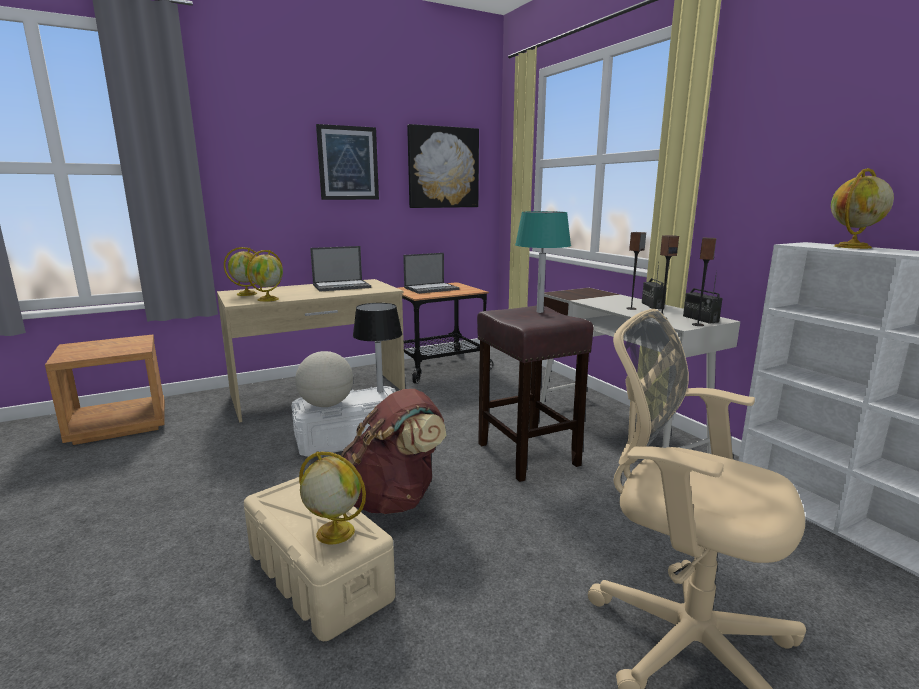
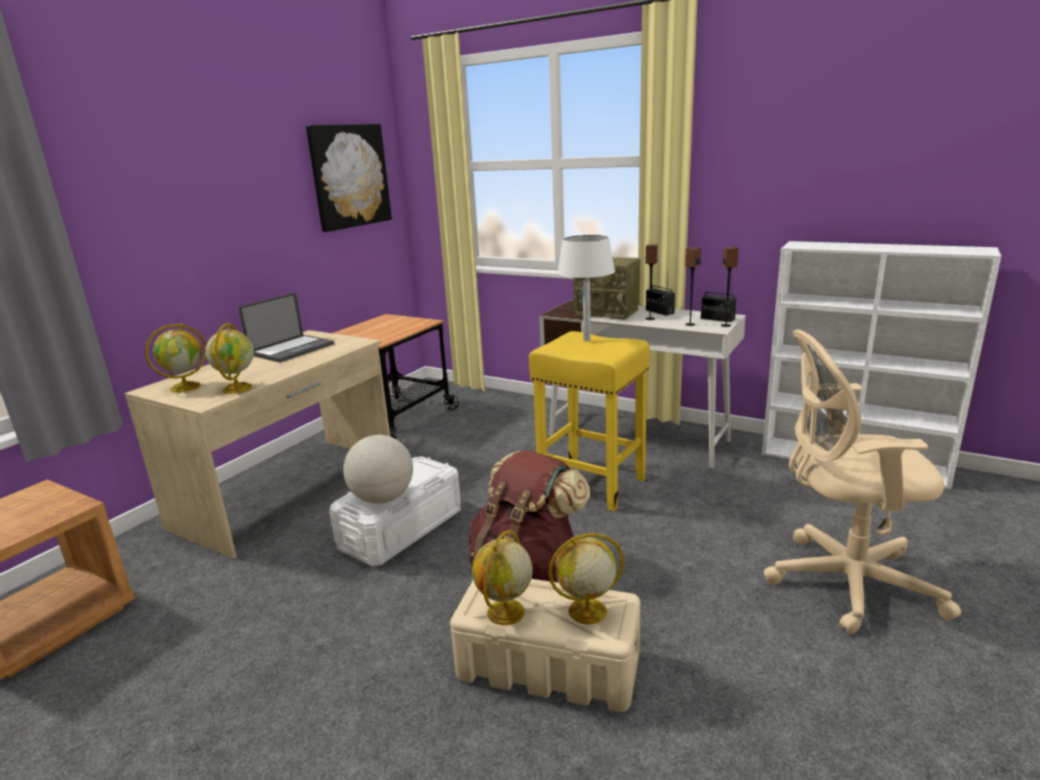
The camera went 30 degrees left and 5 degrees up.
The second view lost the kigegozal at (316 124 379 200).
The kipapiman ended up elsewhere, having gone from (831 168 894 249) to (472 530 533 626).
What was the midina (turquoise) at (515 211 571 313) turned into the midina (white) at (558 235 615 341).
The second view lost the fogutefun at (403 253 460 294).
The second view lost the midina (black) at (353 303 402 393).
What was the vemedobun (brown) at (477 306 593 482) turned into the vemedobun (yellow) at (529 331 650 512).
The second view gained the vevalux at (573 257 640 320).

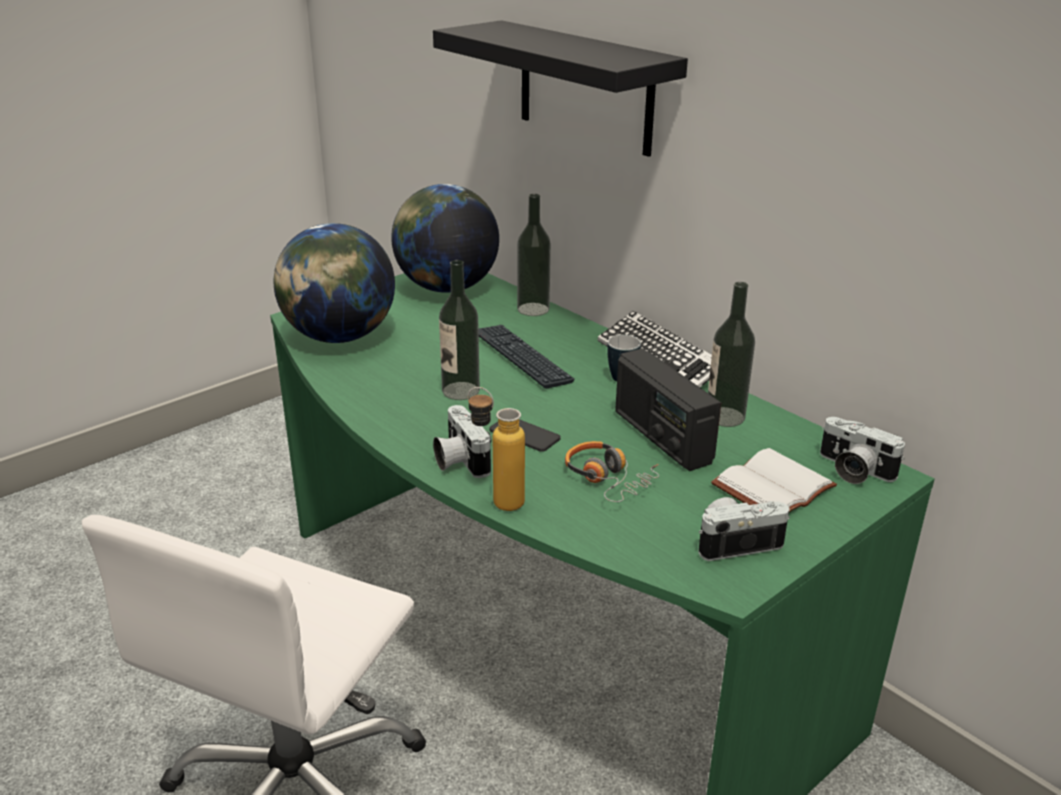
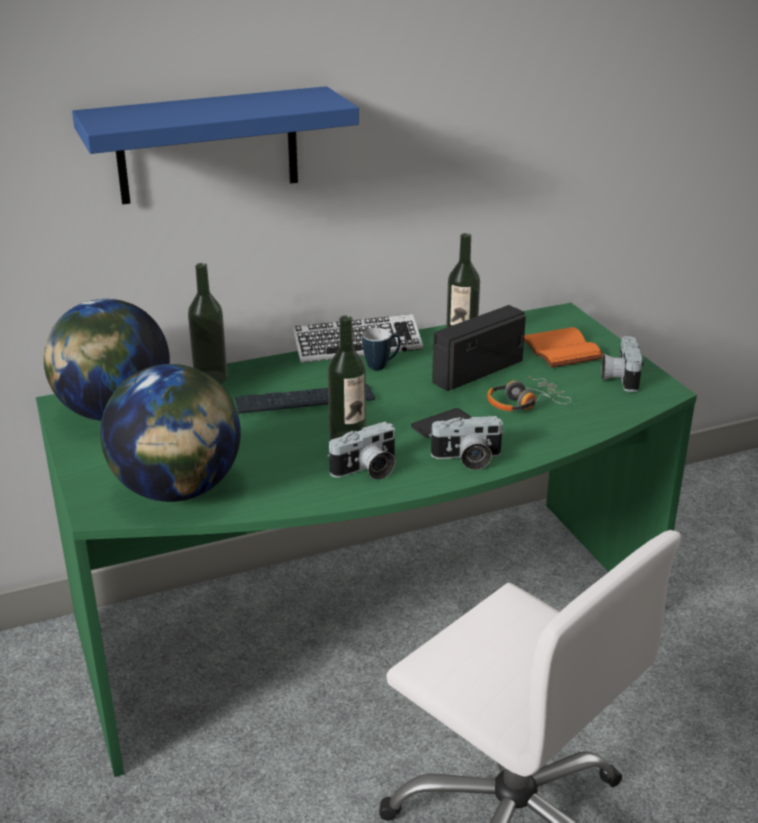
The camera went 70 degrees left and 0 degrees up.
What was the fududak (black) at (433 20 688 157) turned into the fududak (blue) at (72 86 359 204).
The vevalux at (615 348 721 471) ended up facing another way, 150 degrees clockwise from before.
The second view lost the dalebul at (468 387 525 511).
The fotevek ended up elsewhere, having gone from (820 417 905 484) to (327 422 396 480).
What was the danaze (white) at (711 448 837 512) turned into the danaze (orange) at (524 327 603 368).

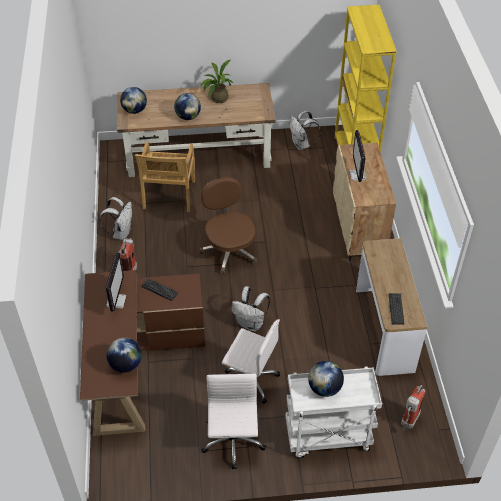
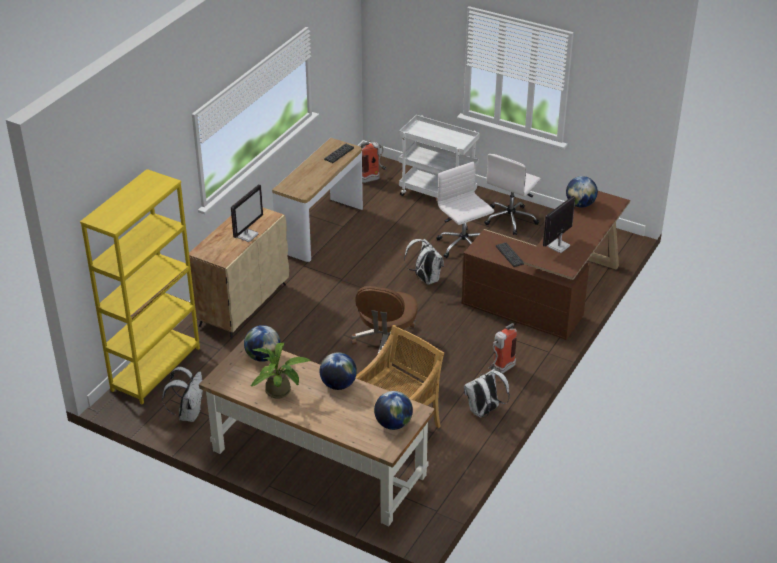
The camera went 145 degrees left and 10 degrees down.
The kipapiman ended up elsewhere, having gone from (308 361 344 397) to (244 325 281 362).

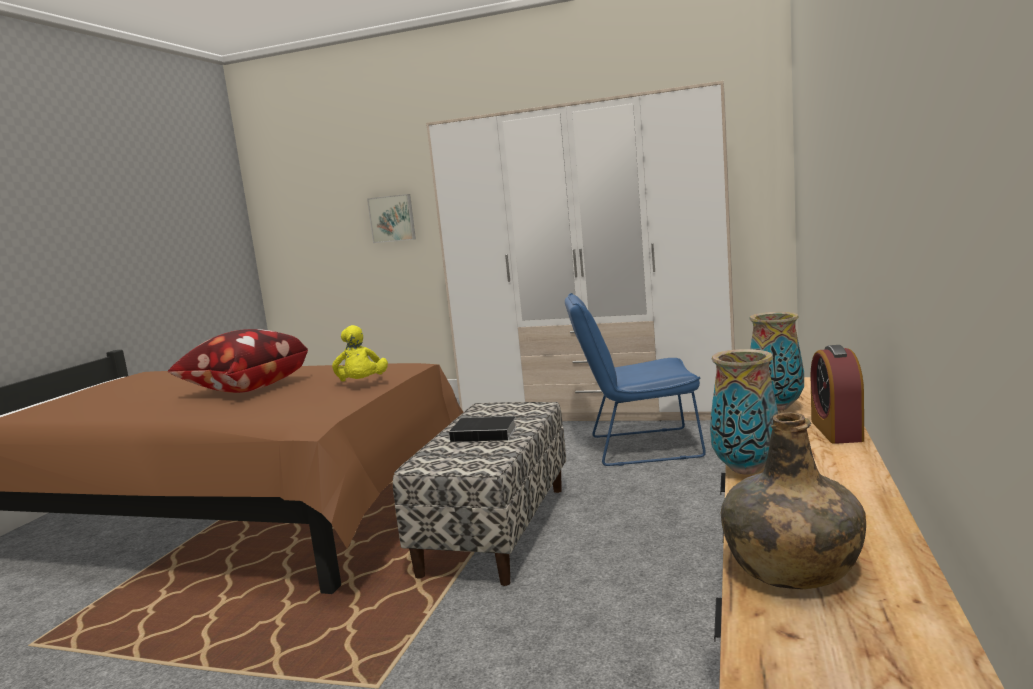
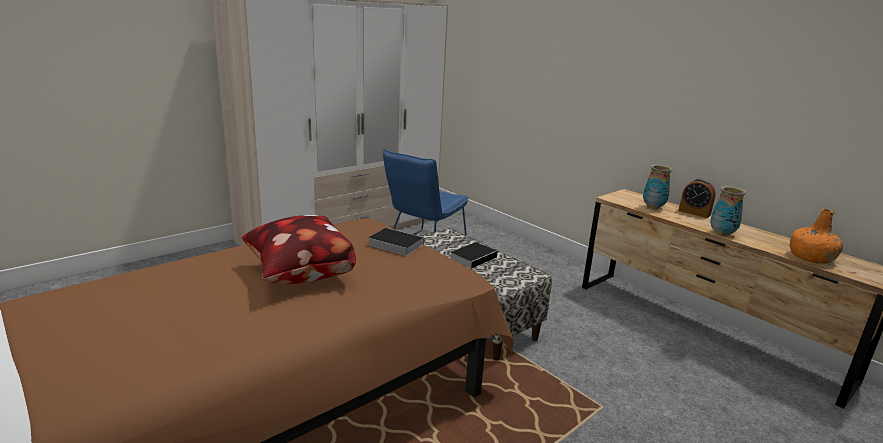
The camera went 60 degrees left and 10 degrees up.
The second view lost the kigegozal at (367 194 416 243).
Where the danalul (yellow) stood at (332 325 388 382), the danaze came to stand at (369 228 424 256).
What was the dalebul (green) at (721 412 866 589) turned into the dalebul (orange) at (790 209 843 264).

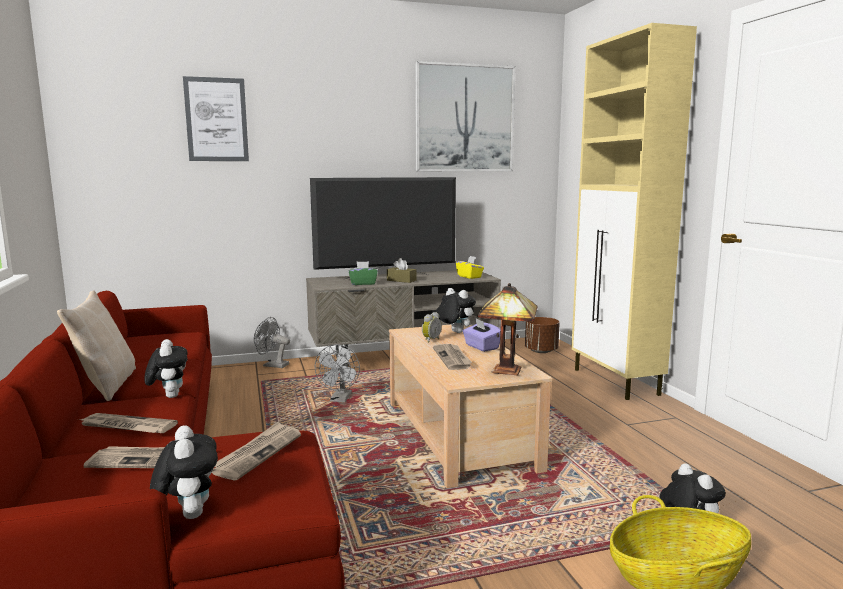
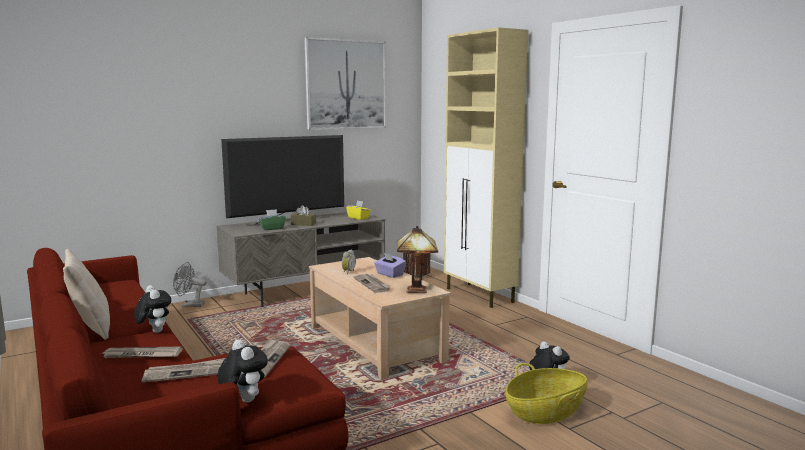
The camera went 15 degrees left and 0 degrees up.
The second view lost the kigegozal at (183 76 249 161).
The second view lost the danalul at (436 288 476 333).
The second view lost the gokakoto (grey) at (315 344 360 402).

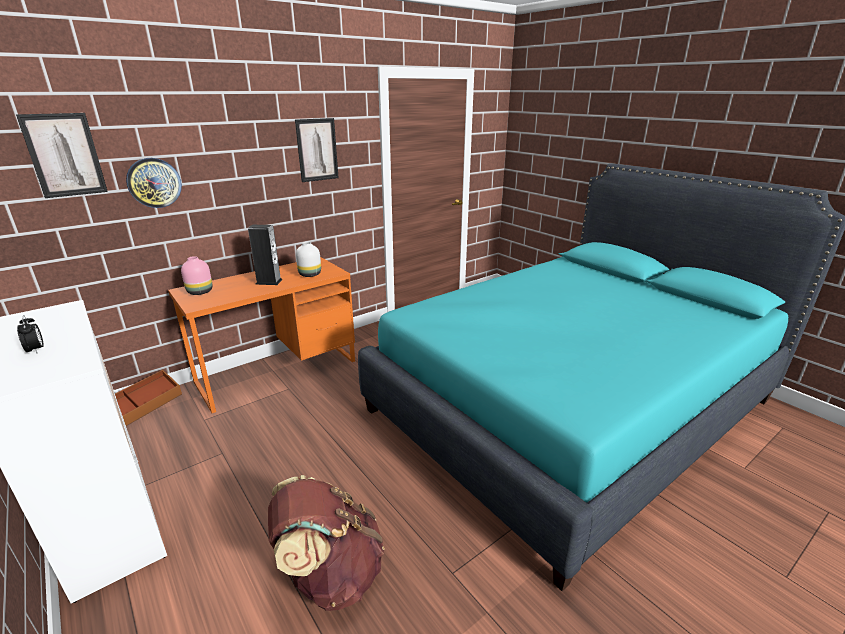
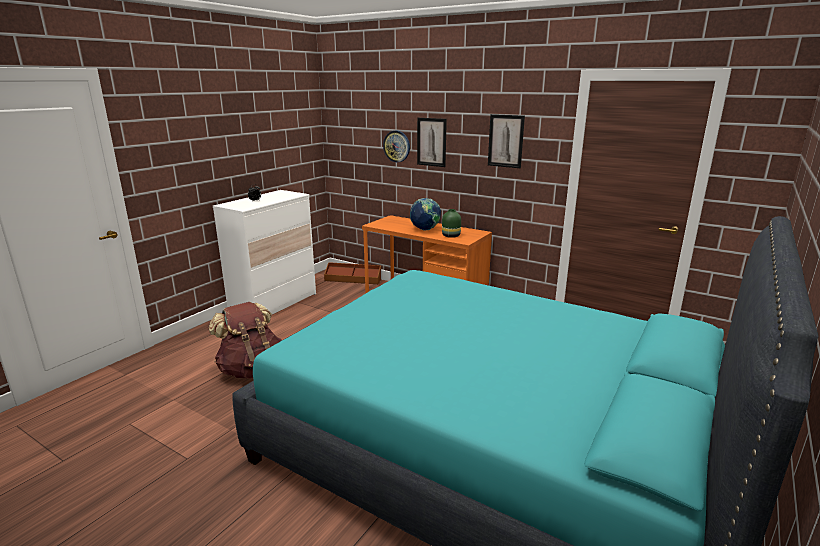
The camera went 70 degrees right and 5 degrees down.
The kigegozal ended up elsewhere, having gone from (16 113 108 198) to (417 118 447 167).
Where the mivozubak stood at (248 225 282 285), the kipapiman came to stand at (410 198 441 230).
What was the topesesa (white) at (296 242 321 277) turned into the topesesa (green) at (442 209 461 238).
The second view lost the topesesa (pink) at (181 256 213 295).

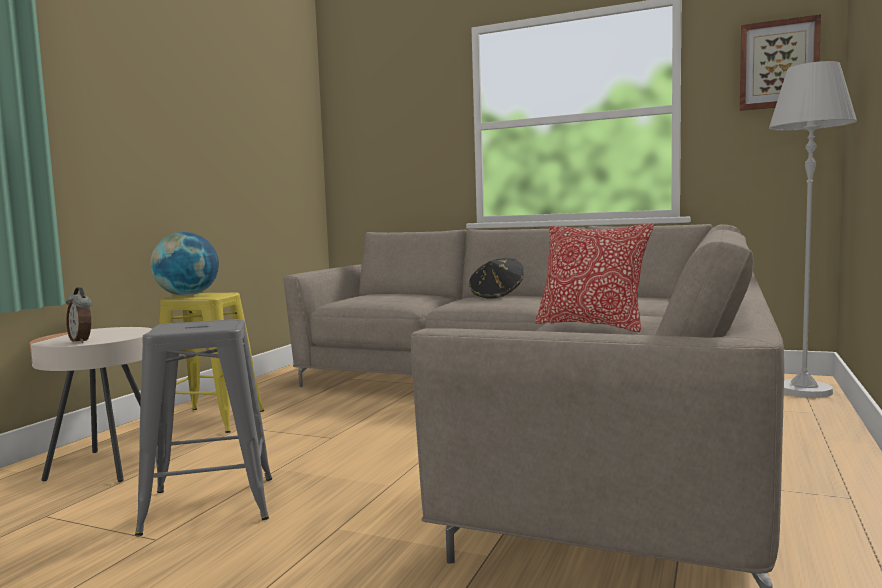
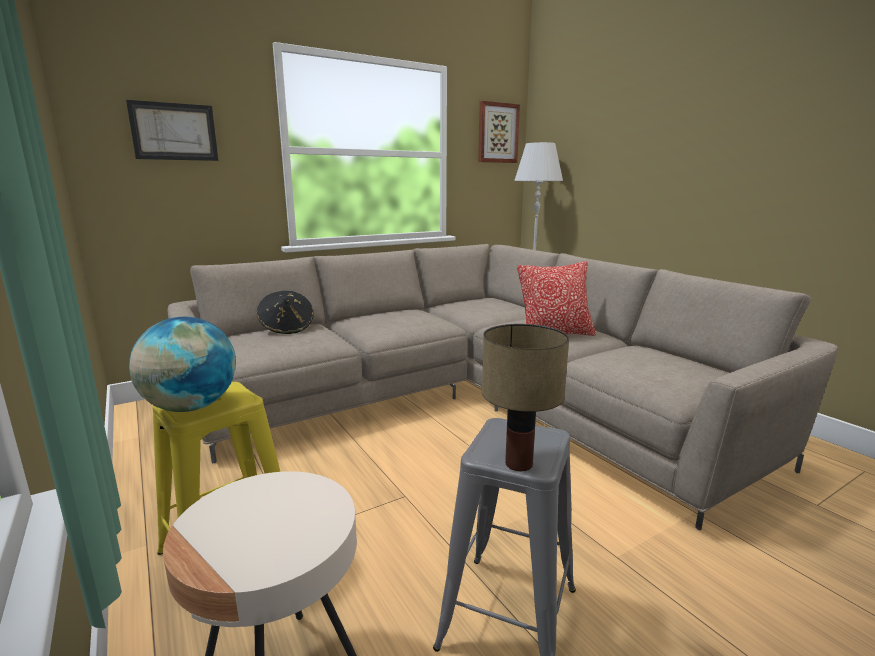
The camera went 55 degrees left and 10 degrees up.
The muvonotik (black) ended up elsewhere, having gone from (469 258 524 298) to (256 291 314 334).
The second view lost the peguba at (66 287 92 343).
The second view gained the kigegozal at (126 100 218 161).
The second view gained the midina at (482 324 569 471).

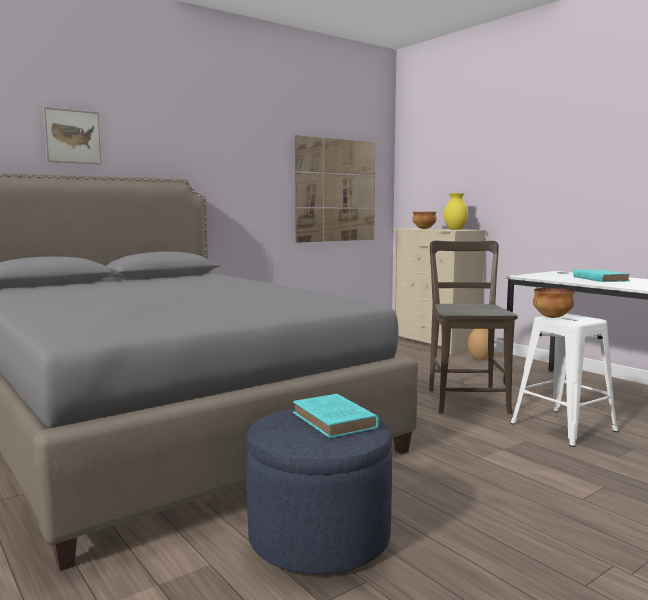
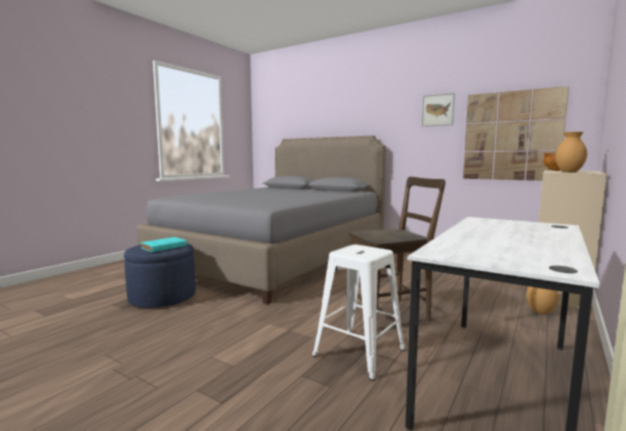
The camera went 70 degrees right and 0 degrees up.
The kigegozal ended up elsewhere, having gone from (43 107 101 164) to (422 93 455 127).
What was the topesesa (yellow) at (444 193 468 230) turned into the topesesa (brown) at (555 132 587 172).
The second view lost the danaze (turquoise) at (573 269 630 282).
The second view lost the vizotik at (533 288 574 318).

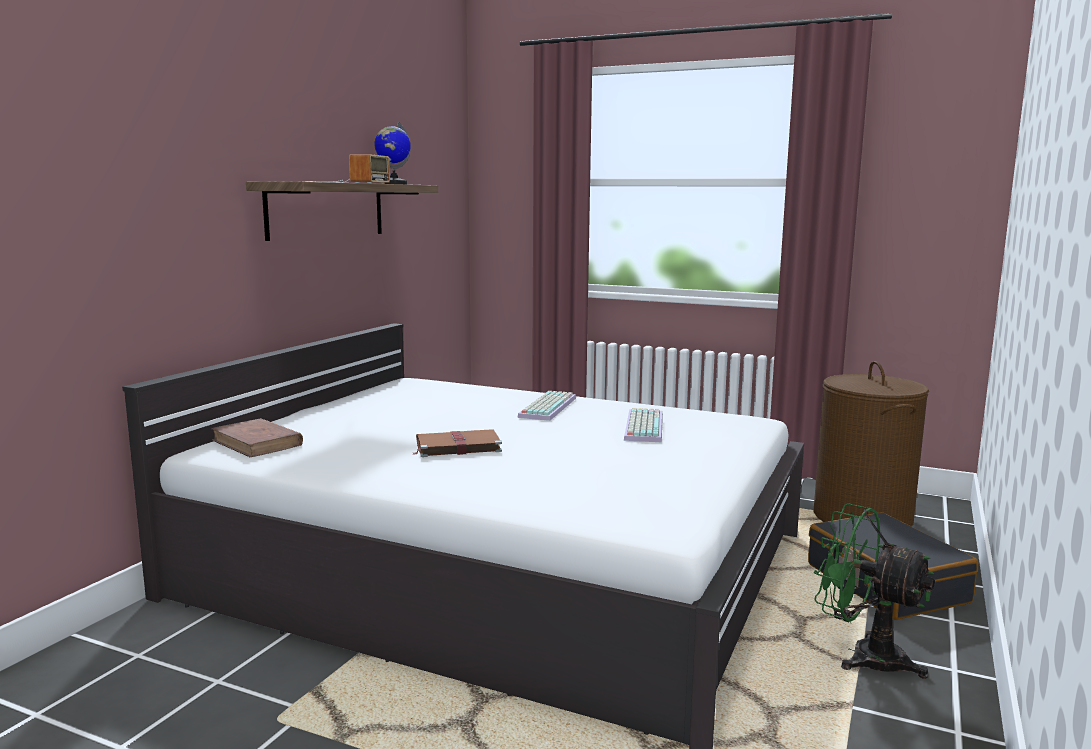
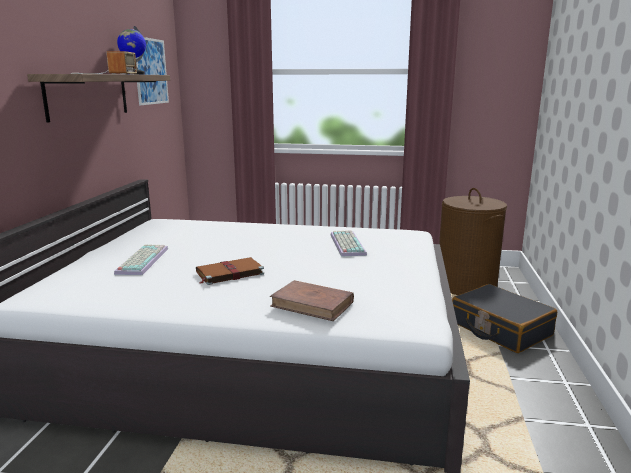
The camera went 15 degrees left and 5 degrees up.
The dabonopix ended up elsewhere, having gone from (517 391 576 421) to (114 245 168 275).
The danaze (brown) ended up elsewhere, having gone from (211 418 303 457) to (270 280 354 321).
The second view lost the gokakoto (green) at (814 503 935 679).
The second view gained the kigegozal at (136 37 169 105).

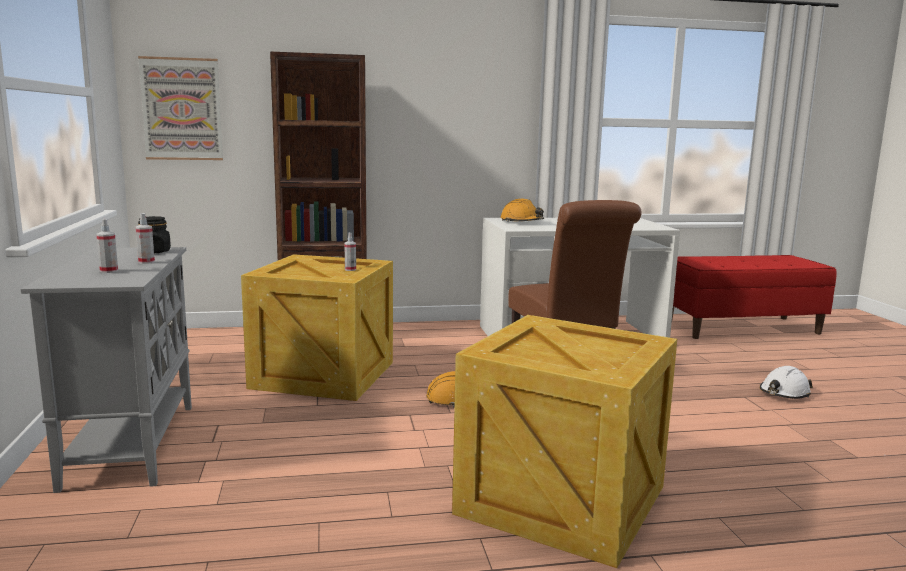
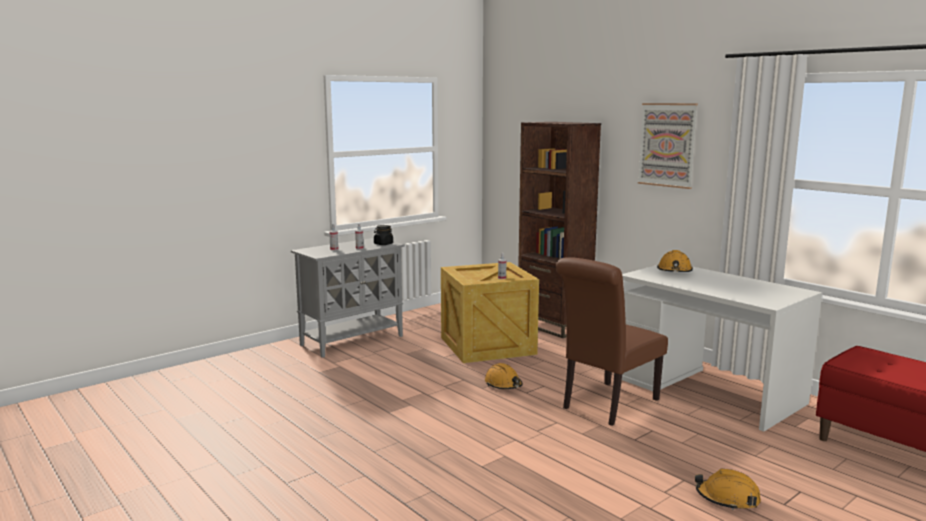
The camera went 60 degrees right and 0 degrees up.
The kigegozal ended up elsewhere, having gone from (138 56 223 160) to (638 103 698 189).
The second view lost the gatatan at (452 315 677 568).
What was the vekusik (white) at (760 366 813 399) turned into the vekusik (orange) at (695 468 761 510).

